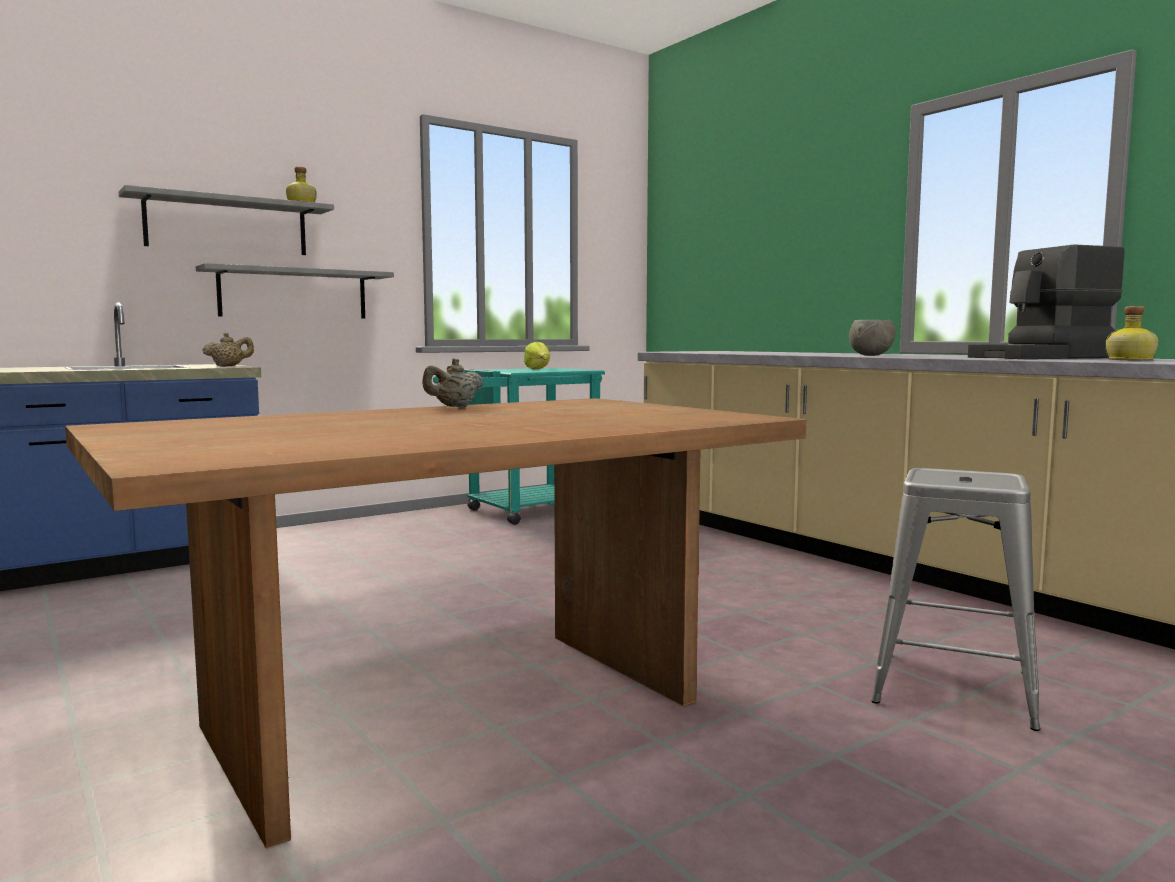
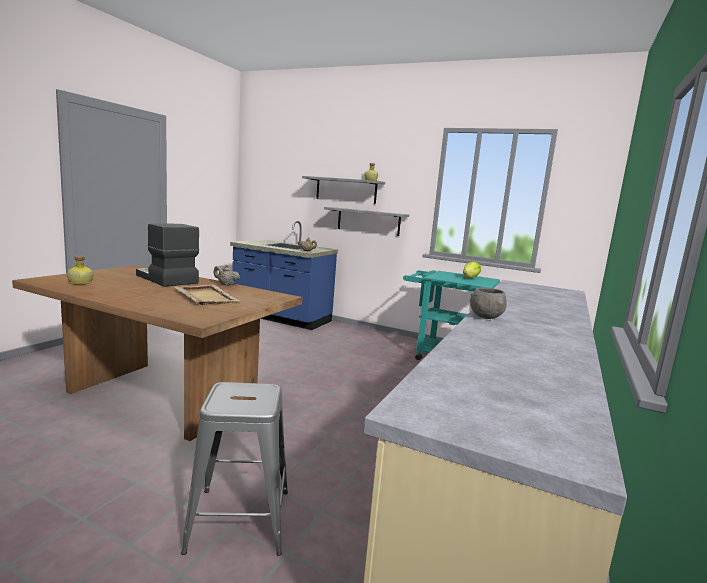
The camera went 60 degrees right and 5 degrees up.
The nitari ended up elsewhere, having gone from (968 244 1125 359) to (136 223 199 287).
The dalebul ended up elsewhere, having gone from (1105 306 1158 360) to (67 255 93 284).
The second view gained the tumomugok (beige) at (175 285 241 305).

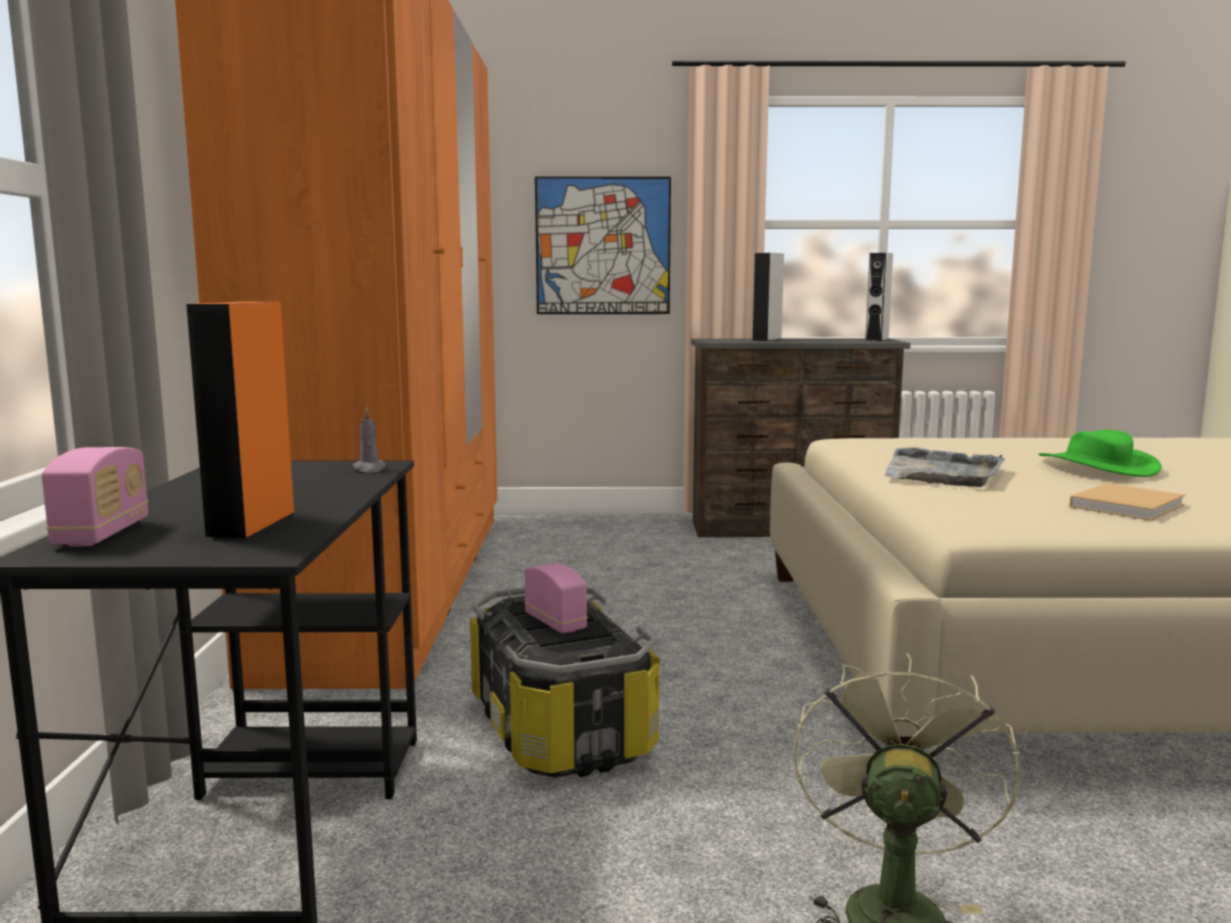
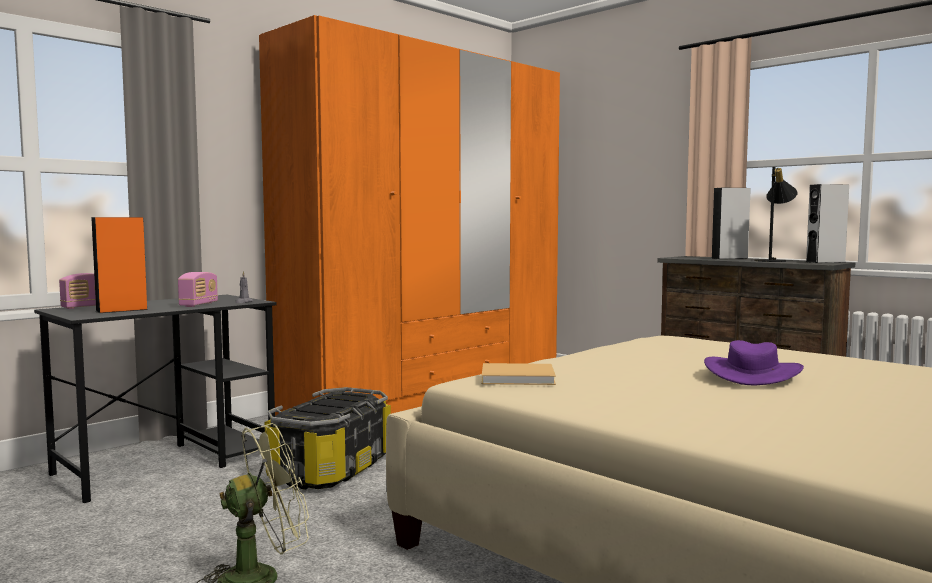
The camera went 45 degrees right and 5 degrees down.
The second view lost the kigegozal at (535 177 671 314).
What was the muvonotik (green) at (1038 430 1162 477) turned into the muvonotik (purple) at (704 340 804 386).
The second view lost the tumomugok (grey) at (885 447 1005 487).
The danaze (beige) ended up elsewhere, having gone from (1069 483 1185 521) to (482 363 556 385).
The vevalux ended up elsewhere, having gone from (525 563 587 633) to (178 272 218 307).
The second view gained the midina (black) at (754 167 797 262).

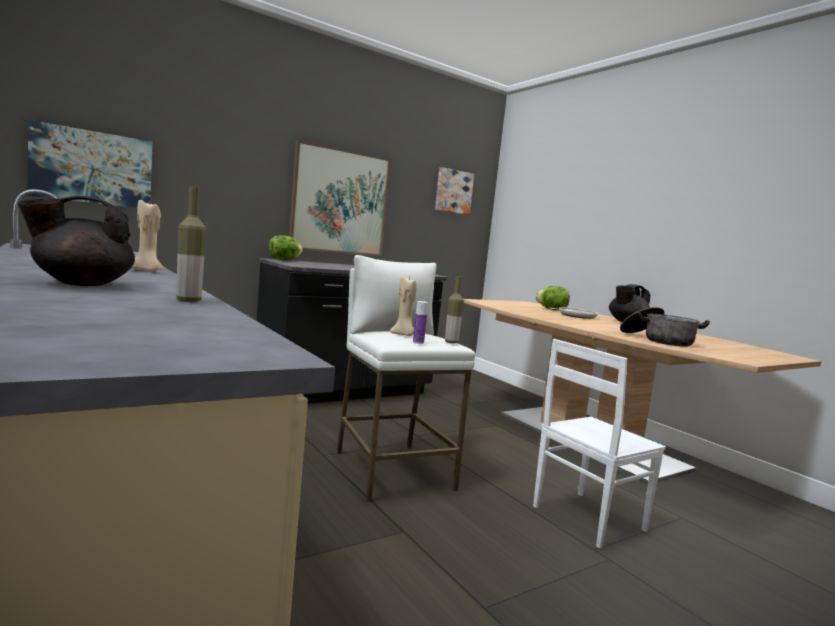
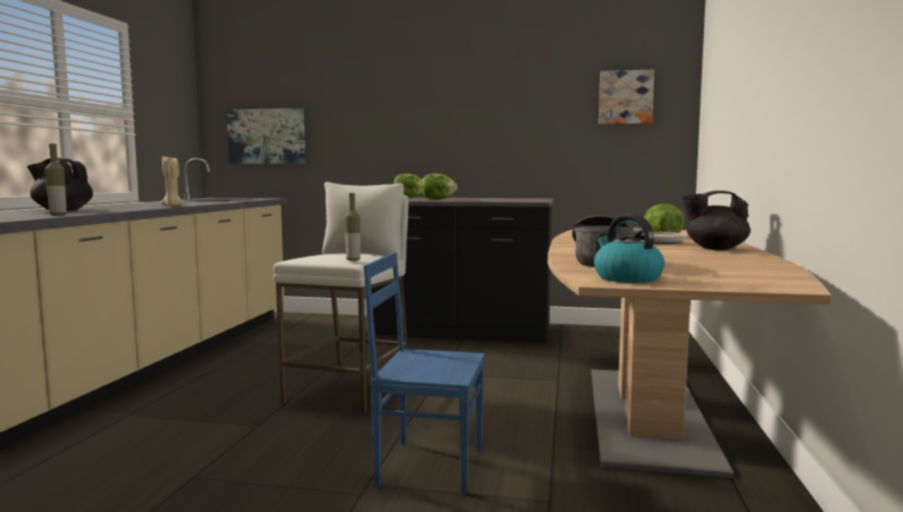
The camera went 45 degrees right and 0 degrees up.
The second view lost the kigegozal at (289 140 391 257).
The second view lost the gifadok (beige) at (390 276 417 336).
The second view lost the dalebul at (413 301 428 344).
What was the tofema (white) at (533 339 666 549) turned into the tofema (blue) at (364 252 485 494).
The second view gained the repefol at (421 173 457 200).
The second view gained the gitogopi at (594 214 665 283).

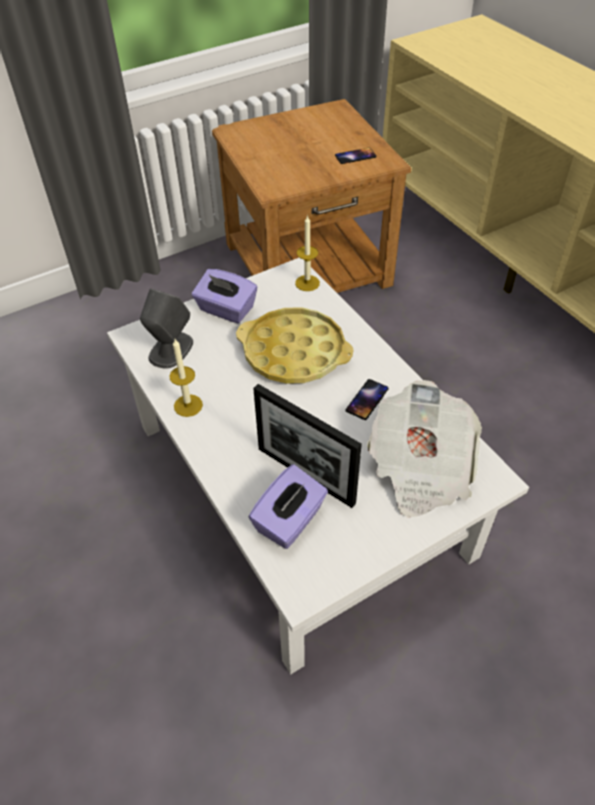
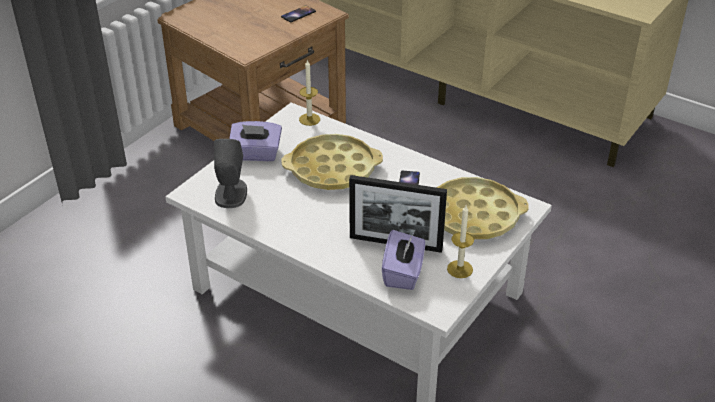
The camera went 25 degrees left and 10 degrees down.
The gifadok ended up elsewhere, having gone from (169 339 203 417) to (447 205 474 278).
Where the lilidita stood at (367 380 482 518), the tumomugok (yellow) came to stand at (437 177 529 239).

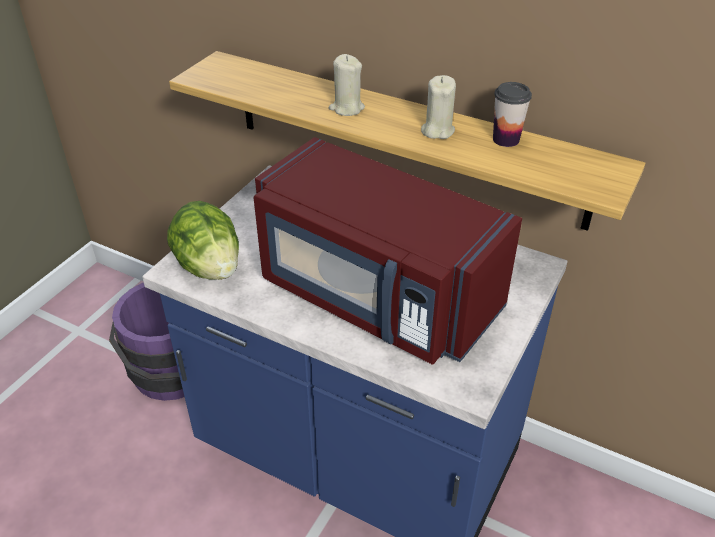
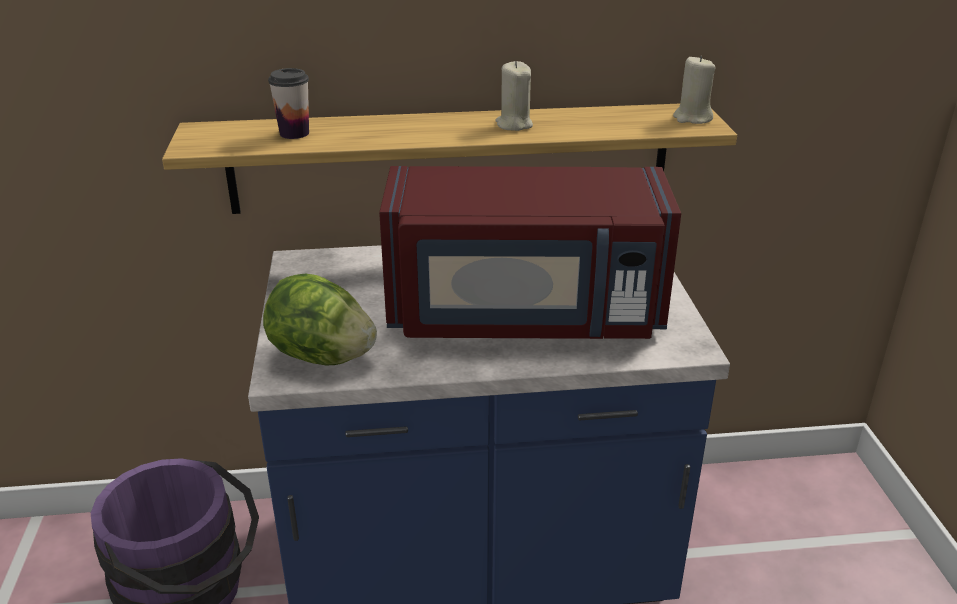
The camera went 35 degrees left and 10 degrees down.
The gifadok (beige) ended up elsewhere, having gone from (329 54 365 116) to (673 55 716 124).
The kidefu ended up elsewhere, having gone from (493 82 532 147) to (268 68 309 139).

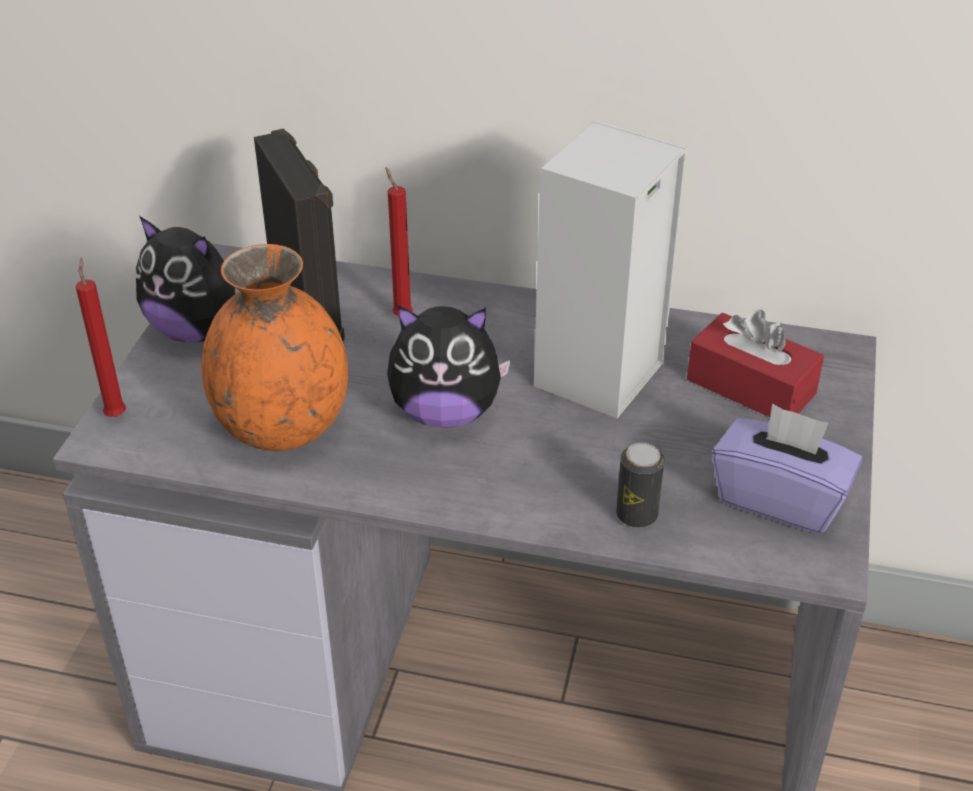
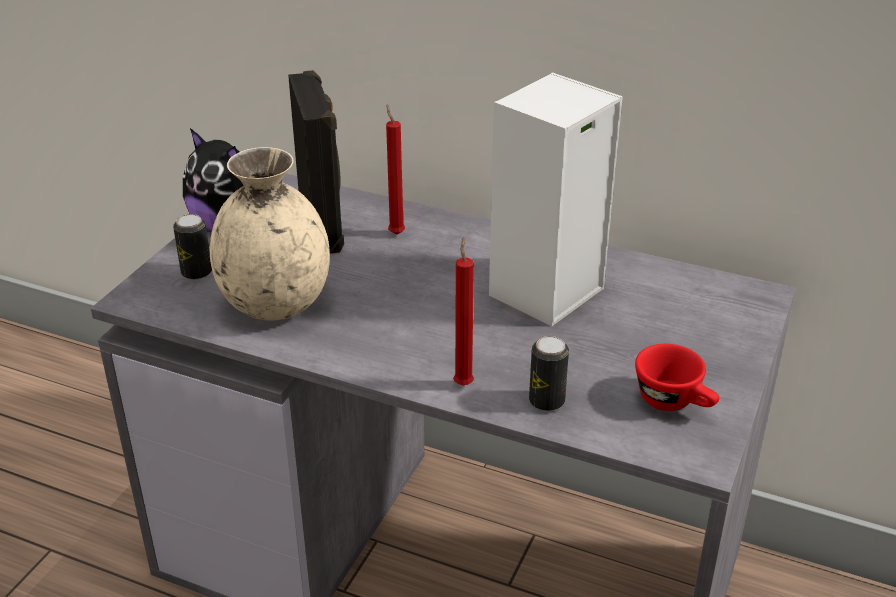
The camera went 10 degrees right and 5 degrees down.
What was the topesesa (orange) at (201 244 348 451) turned into the topesesa (beige) at (210 147 330 321).
The gifadok (red) ended up elsewhere, having gone from (75 257 126 417) to (453 237 474 385).
The second view lost the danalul at (387 306 511 428).
The second view lost the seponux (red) at (687 309 824 417).
Where the seponux (purple) stood at (712 404 862 534), the kidefu (red) came to stand at (635 344 719 411).
The second view gained the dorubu at (173 214 212 280).

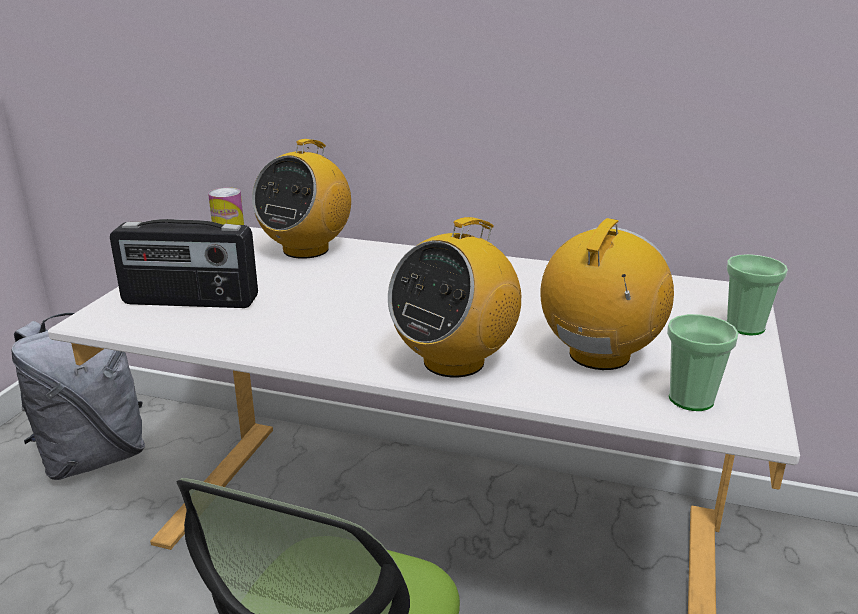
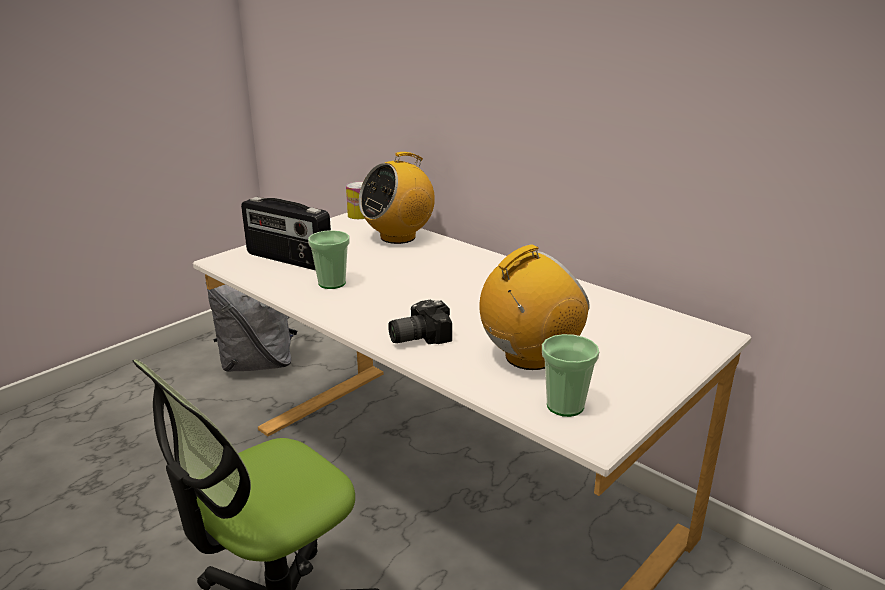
The camera went 25 degrees right and 0 degrees up.
Where the vevalux stood at (388 217 521 377), the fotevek came to stand at (388 300 452 344).
The kidefu ended up elsewhere, having gone from (726 254 788 336) to (308 230 350 289).

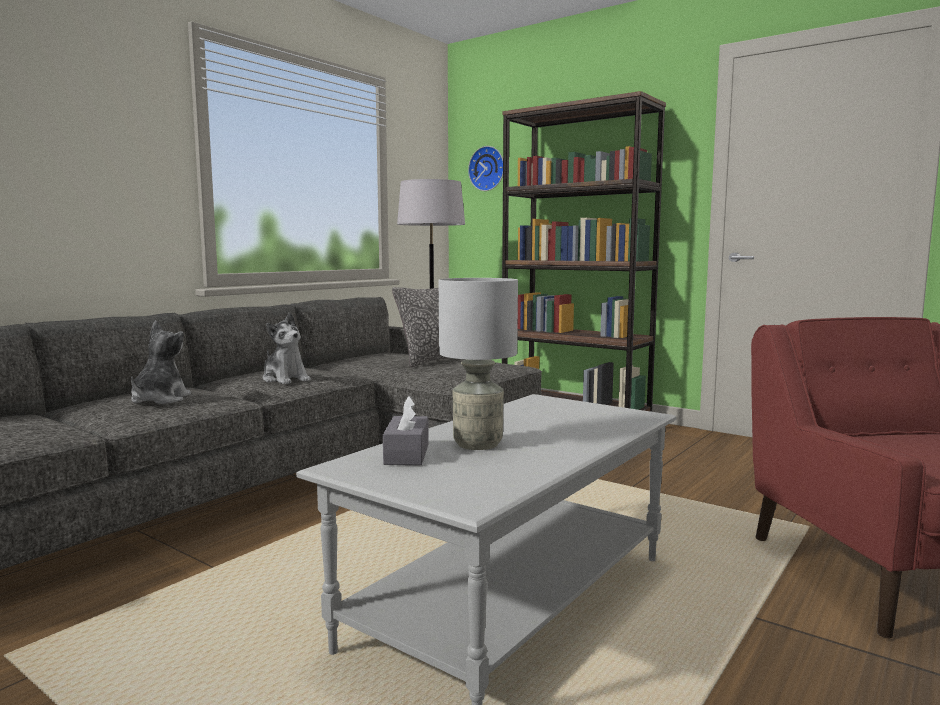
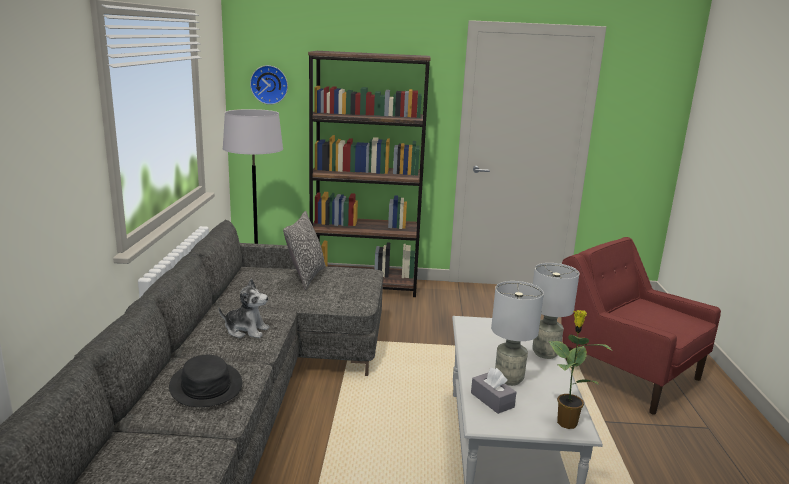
The camera went 35 degrees left and 10 degrees up.
Where the danalul stood at (131 321 191 404), the muvonotik (black) came to stand at (169 355 242 407).
The second view gained the midina (grey) at (532 263 580 359).
The second view gained the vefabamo at (548 310 614 429).

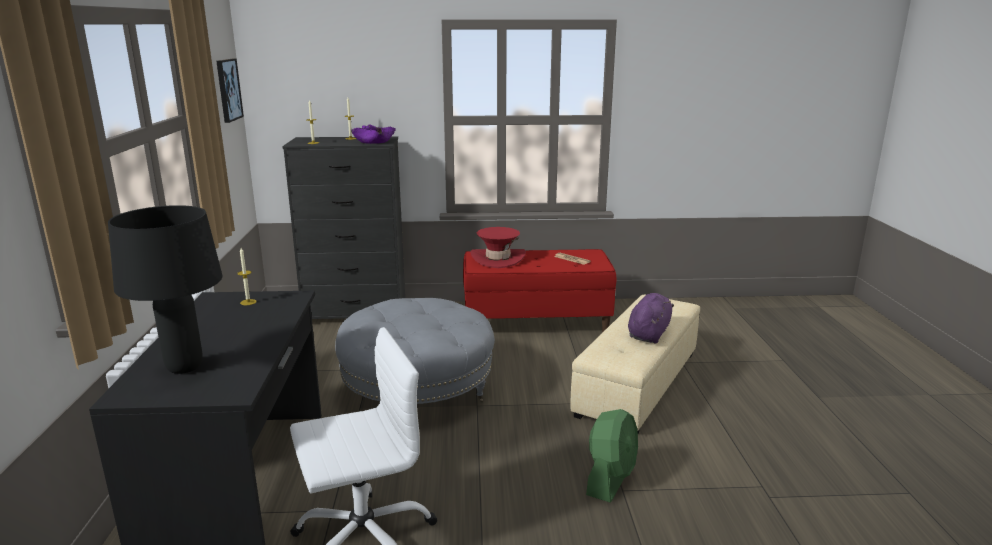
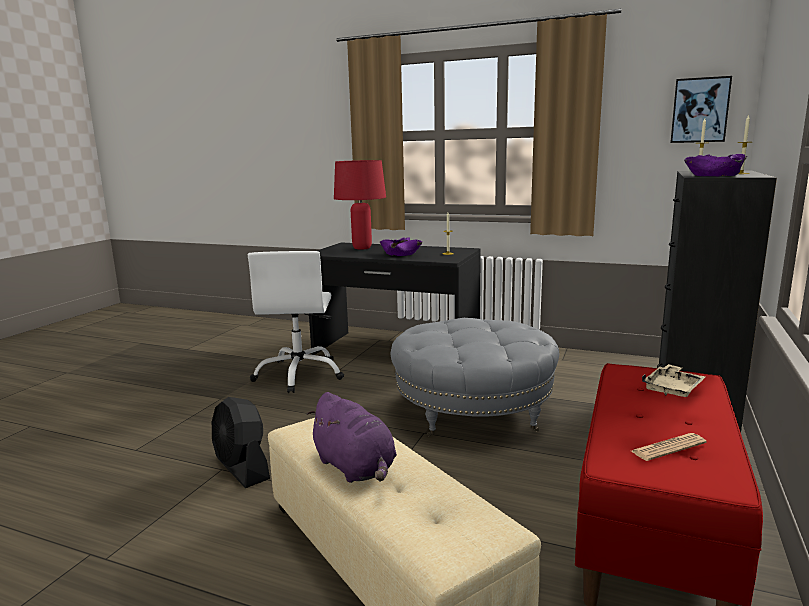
The camera went 115 degrees right and 5 degrees down.
What was the midina (black) at (108 205 222 374) turned into the midina (red) at (334 160 386 250).
Where the muvonotik (red) stood at (470 227 526 268), the tumomugok (beige) came to stand at (642 364 705 397).
What was the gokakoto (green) at (586 409 638 503) turned into the gokakoto (black) at (212 397 270 488).
The second view gained the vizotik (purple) at (380 237 422 256).

